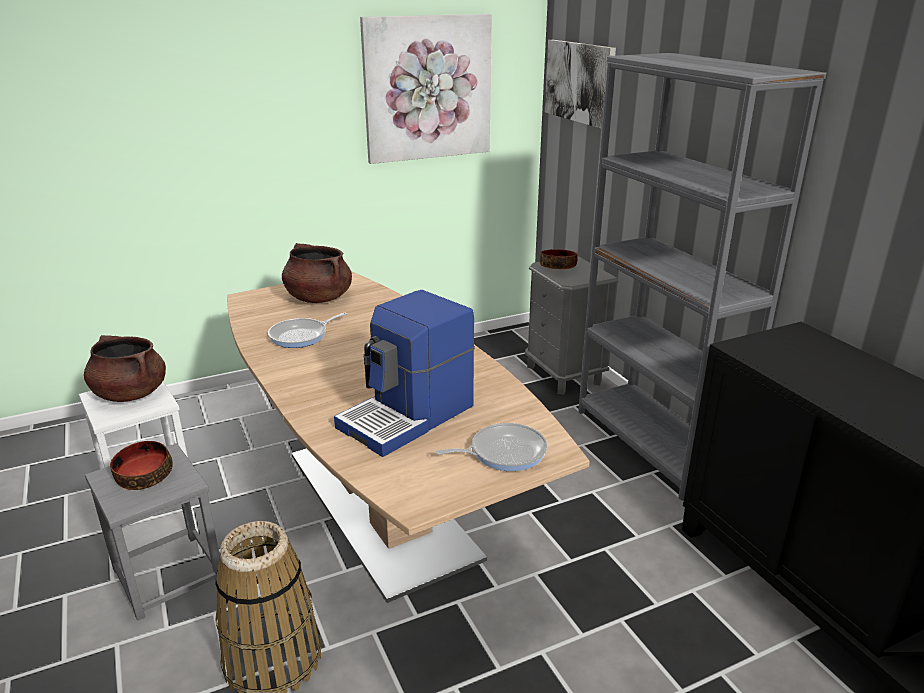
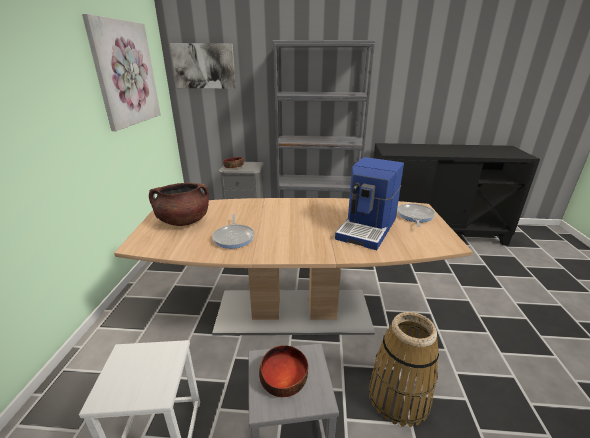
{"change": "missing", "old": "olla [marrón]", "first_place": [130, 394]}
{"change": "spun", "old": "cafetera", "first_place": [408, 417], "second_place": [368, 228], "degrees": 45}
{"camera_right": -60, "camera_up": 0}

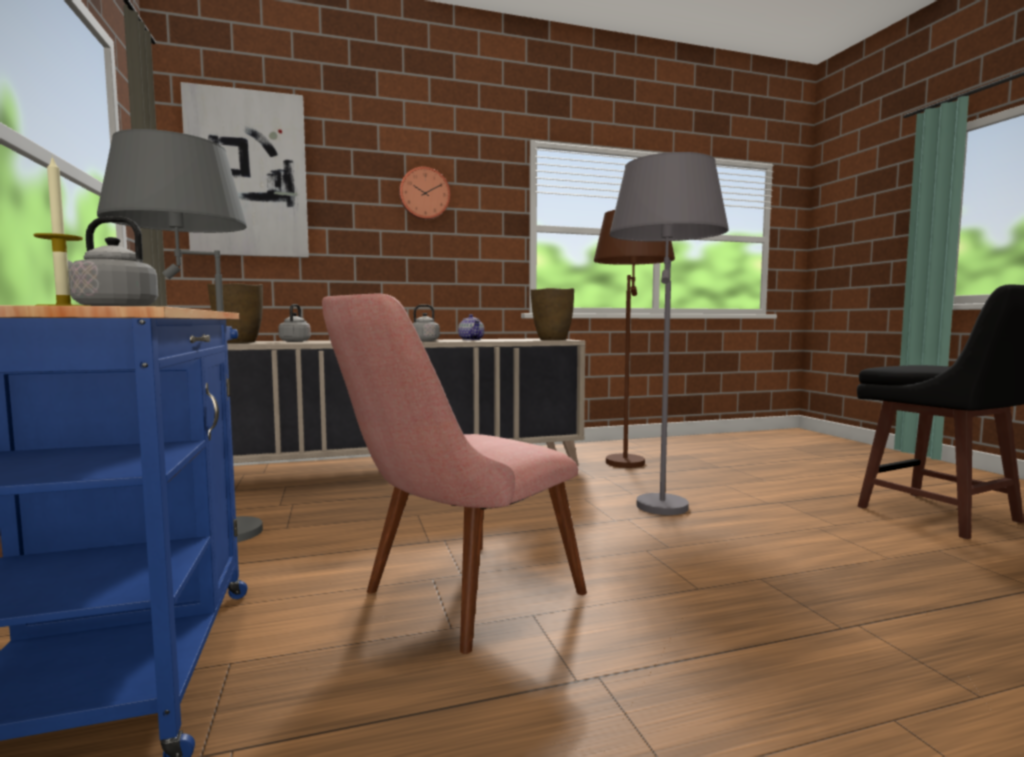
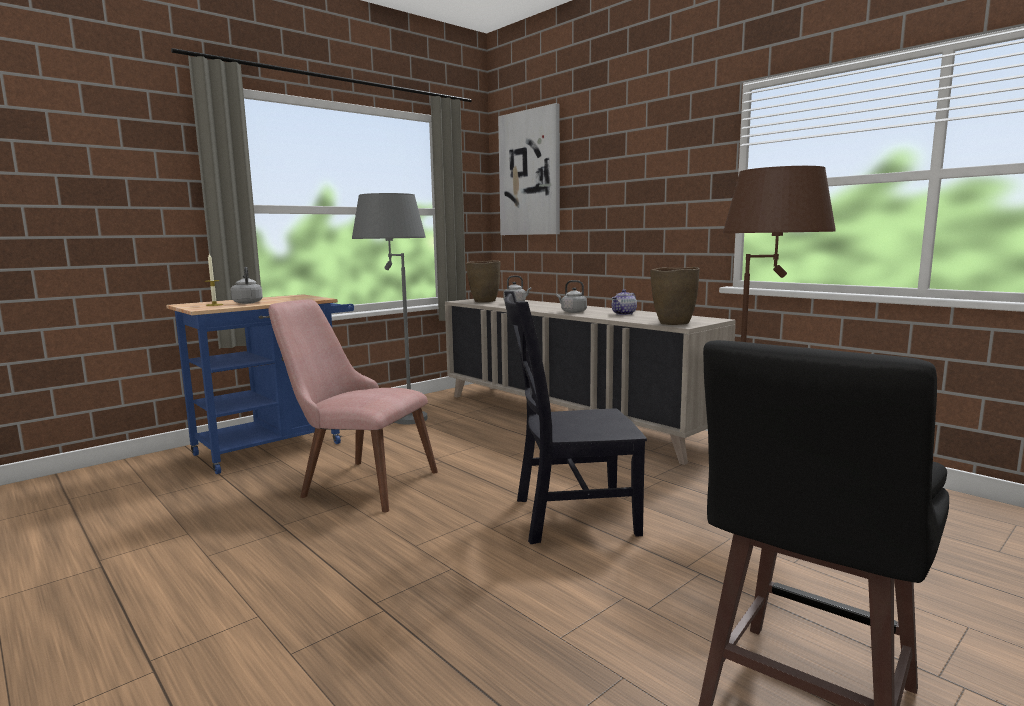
{"change": "missing", "old": "reloj de pared", "first_place": [424, 194]}
{"change": "exchanged", "old": "lámpara de pie [gris]", "new": "silla [negro]", "first_place": [660, 515], "second_place": [569, 516]}
{"camera_right": 65, "camera_up": 5}

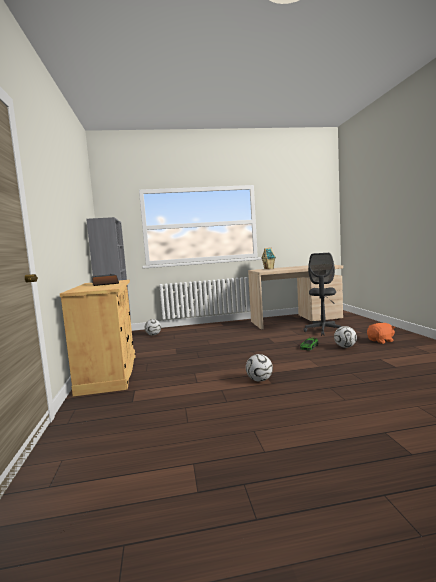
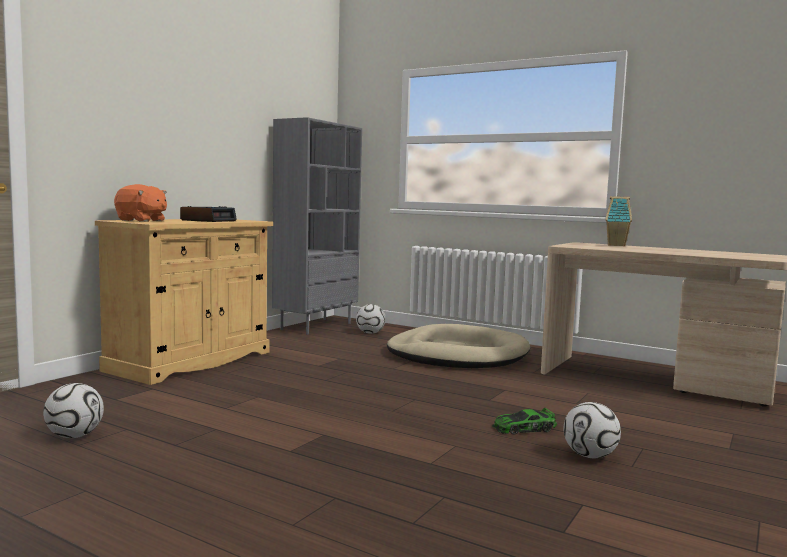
{"change": "missing", "old": "silla de oficina [gris]", "first_place": [323, 331]}
{"change": "appeared", "new": "cama para perro [beis]", "second_place": [457, 354]}
{"change": "relocated", "old": "balón de fútbol", "first_place": [259, 380], "second_place": [74, 436]}
{"change": "relocated", "old": "peluche [naranja]", "first_place": [381, 341], "second_place": [141, 220]}
{"camera_right": 40, "camera_up": 0}

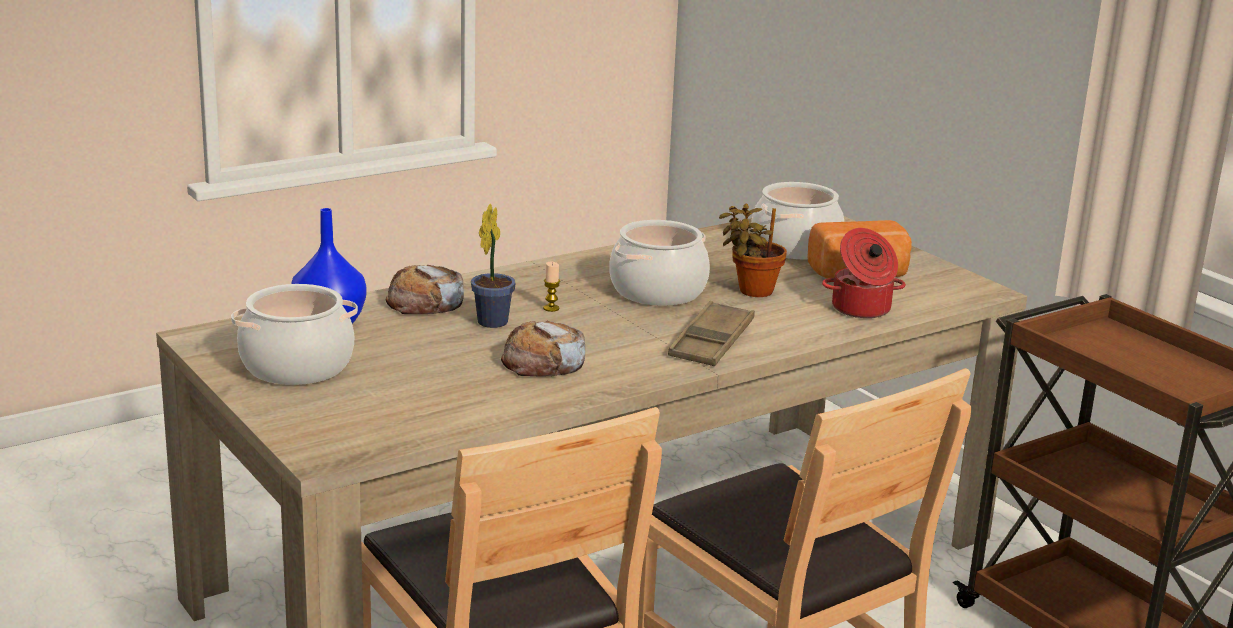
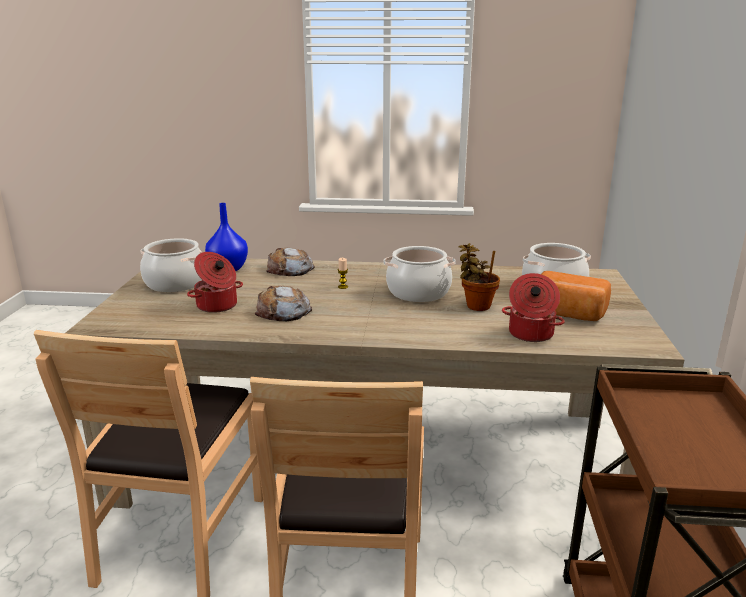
{"change": "missing", "old": "planta en maceta", "first_place": [494, 320]}
{"change": "missing", "old": "bandeja [marrón]", "first_place": [711, 342]}
{"change": "appeared", "new": "olla", "second_place": [217, 306]}
{"camera_right": 40, "camera_up": 0}

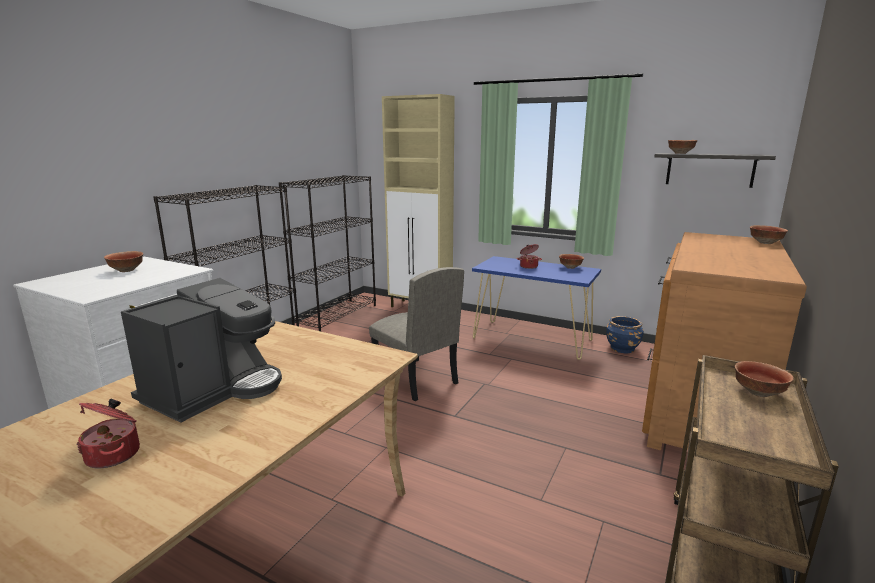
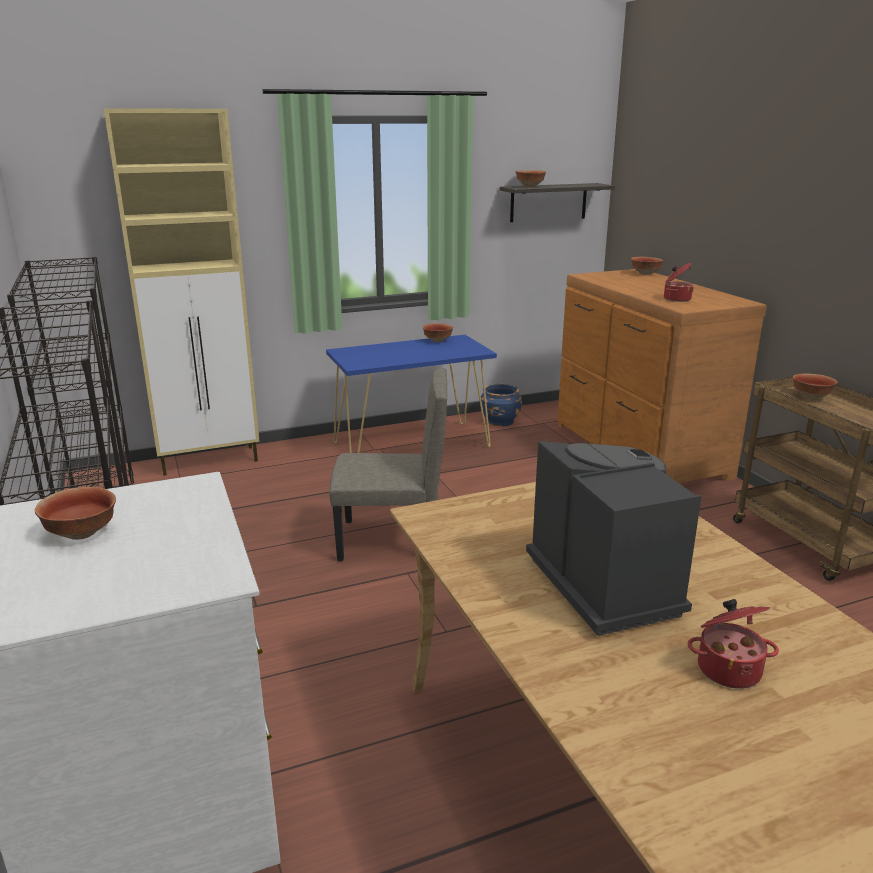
{"change": "relocated", "old": "olla", "first_place": [528, 266], "second_place": [676, 299]}
{"camera_right": -50, "camera_up": 5}

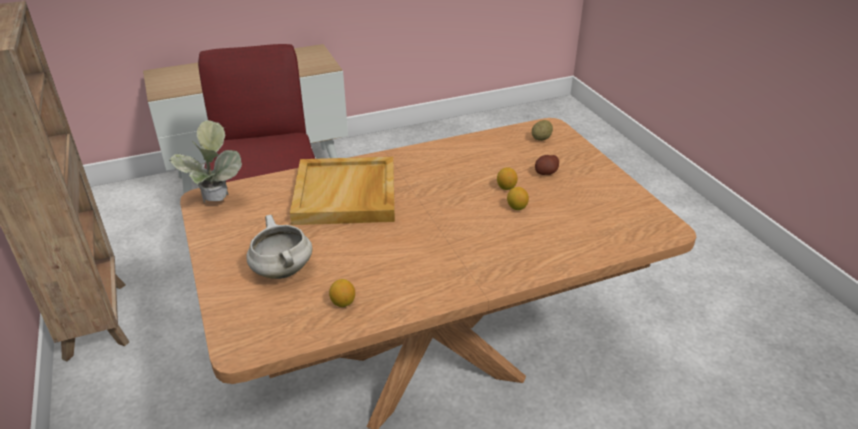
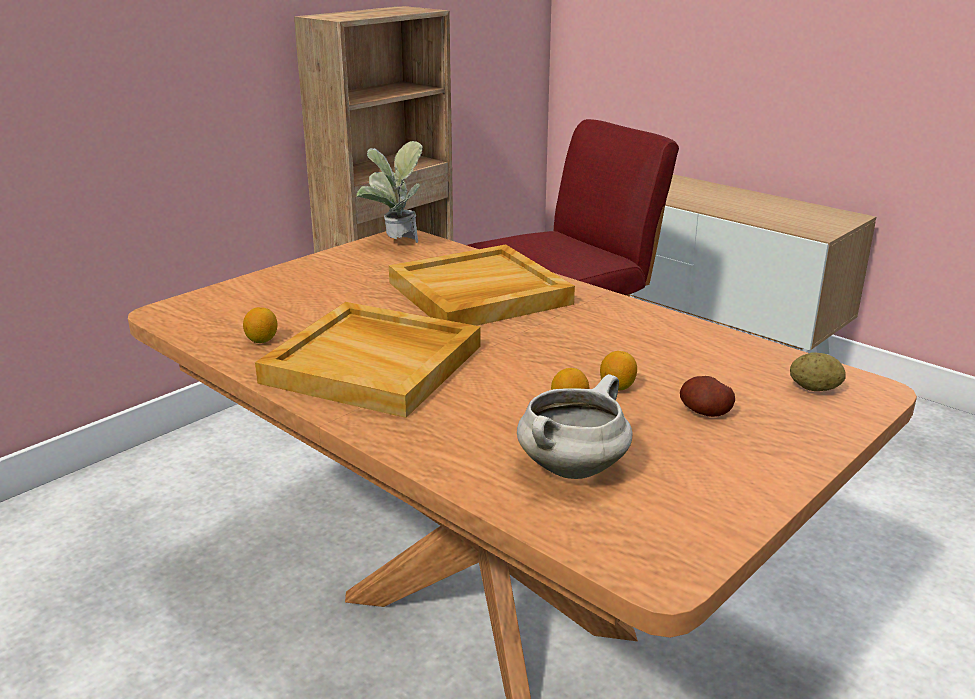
{"change": "appeared", "new": "bandeja [beis]", "second_place": [375, 363]}
{"change": "relocated", "old": "olla [blanco]", "first_place": [281, 270], "second_place": [572, 467]}
{"camera_right": 65, "camera_up": -10}

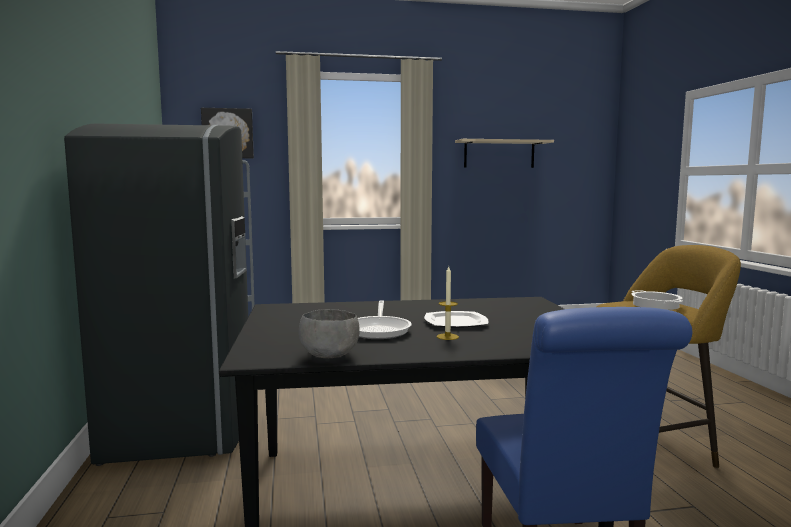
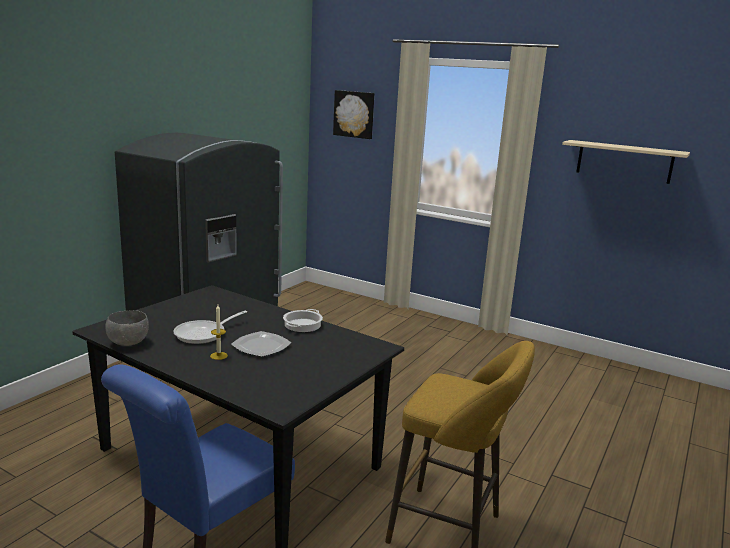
{"change": "relocated", "old": "olla", "first_place": [656, 305], "second_place": [303, 325]}
{"camera_right": 40, "camera_up": 10}

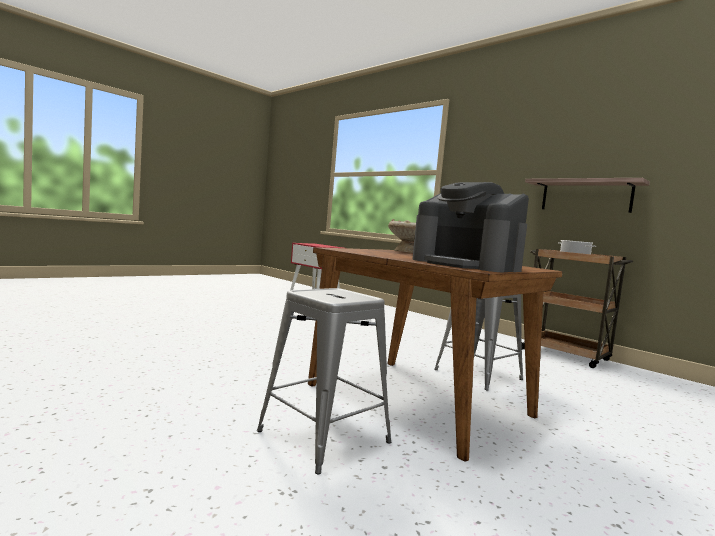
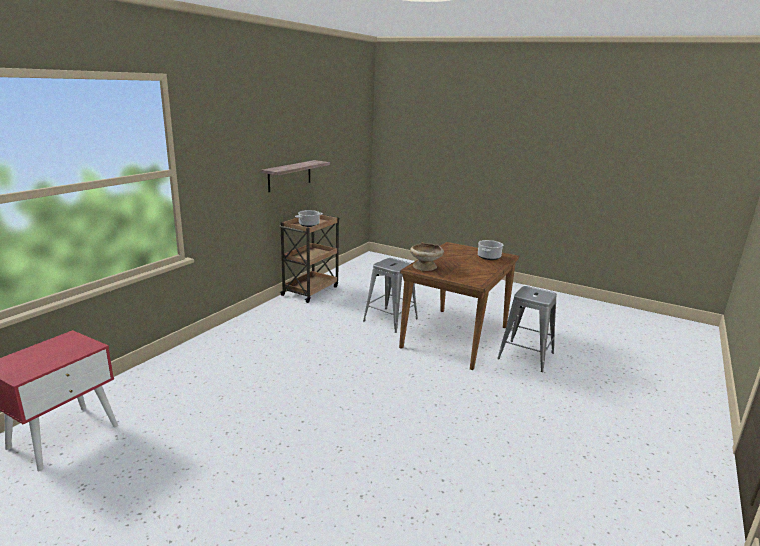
{"change": "exchanged", "old": "cafetera", "new": "olla", "first_place": [466, 265], "second_place": [489, 257]}
{"camera_right": -105, "camera_up": 15}

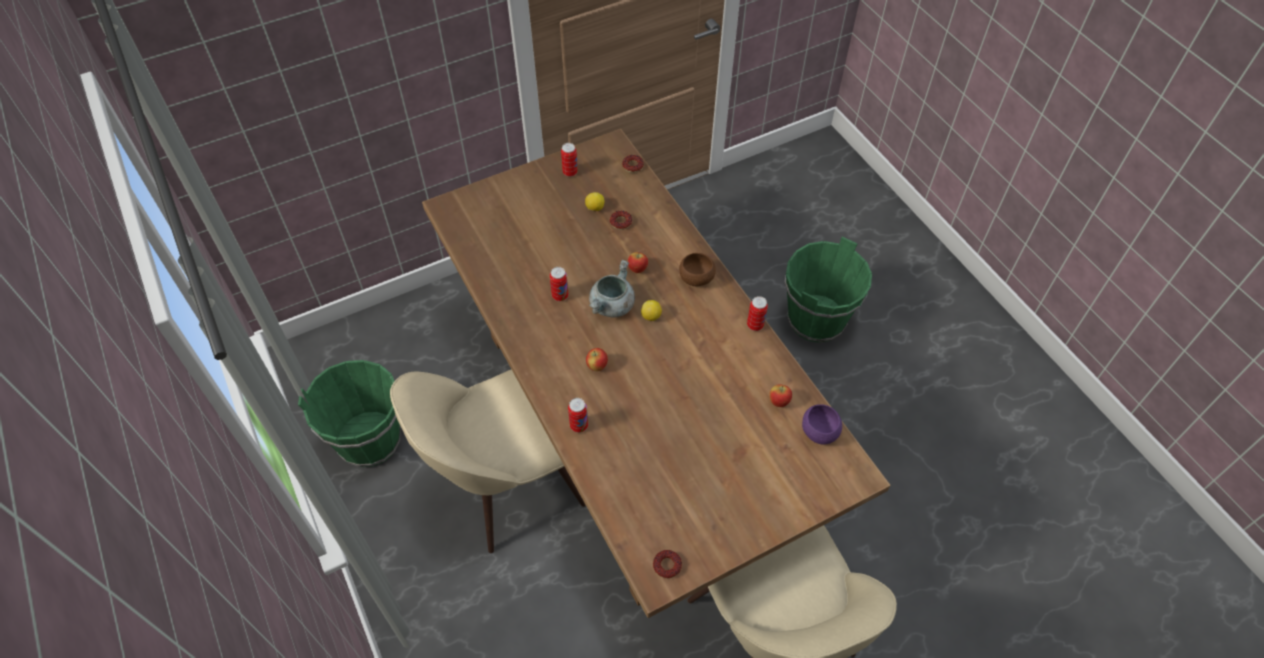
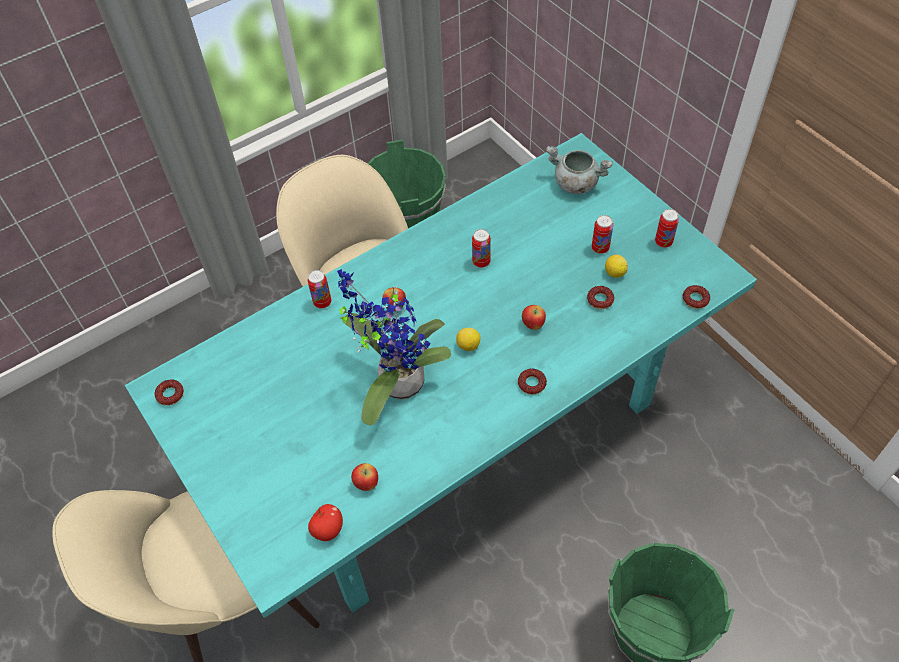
{"change": "appeared", "new": "planta en maceta", "second_place": [396, 381]}
{"change": "relocated", "old": "olla [gris]", "first_place": [612, 306], "second_place": [575, 184]}
{"change": "relocated", "old": "lata", "first_place": [755, 325], "second_place": [600, 248]}
{"change": "exchanged", "old": "cuenco [marrón]", "new": "rosquilla", "first_place": [696, 279], "second_place": [532, 383]}
{"change": "exchanged", "old": "cuenco [morado]", "new": "manzana", "first_place": [819, 432], "second_place": [328, 529]}
{"change": "colour", "old": "mesa de comedor [marrón]", "new": "mesa de comedor [turquesa]", "first_place": [633, 427], "second_place": [454, 438]}
{"camera_right": 85, "camera_up": 0}

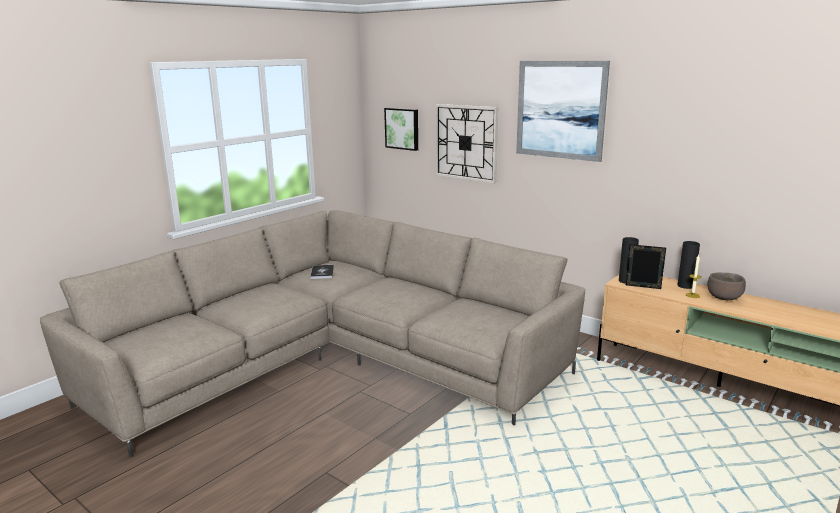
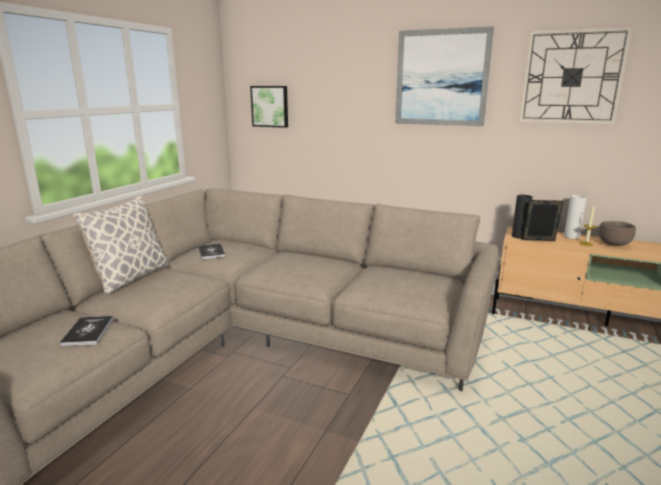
{"change": "appeared", "new": "libro", "second_place": [88, 332]}
{"change": "appeared", "new": "cojín", "second_place": [130, 278]}
{"change": "relocated", "old": "reloj de pared", "first_place": [466, 142], "second_place": [572, 77]}
{"change": "colour", "old": "florero [negro]", "new": "florero [blanco]", "first_place": [685, 286], "second_place": [571, 236]}
{"camera_right": -15, "camera_up": 0}

